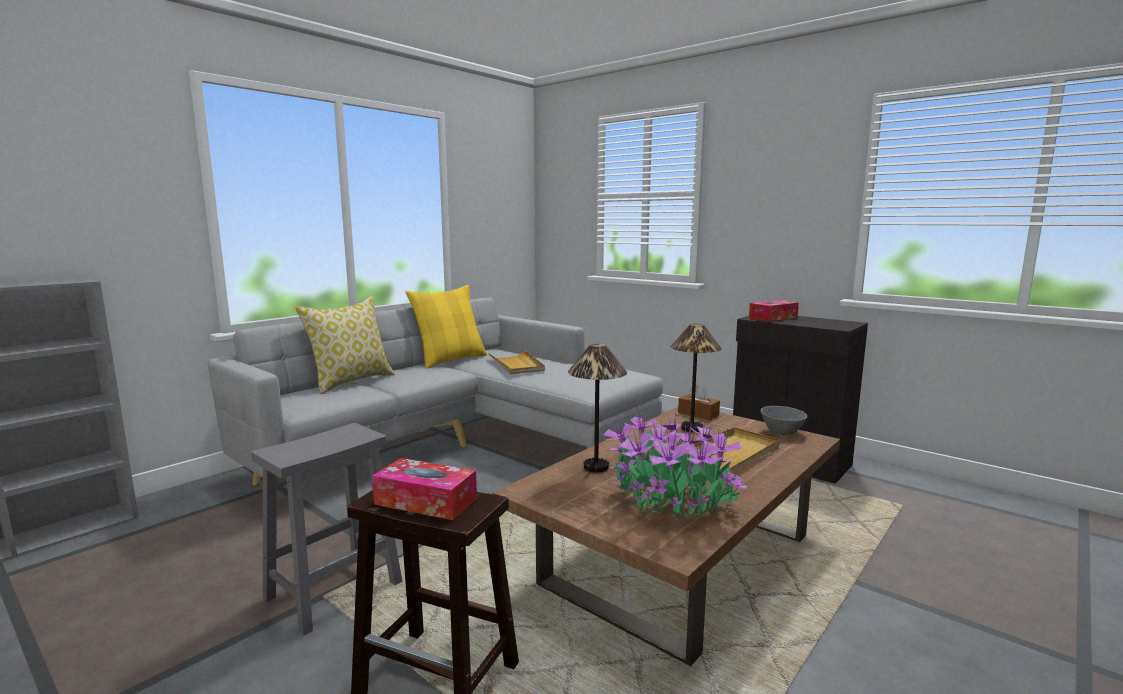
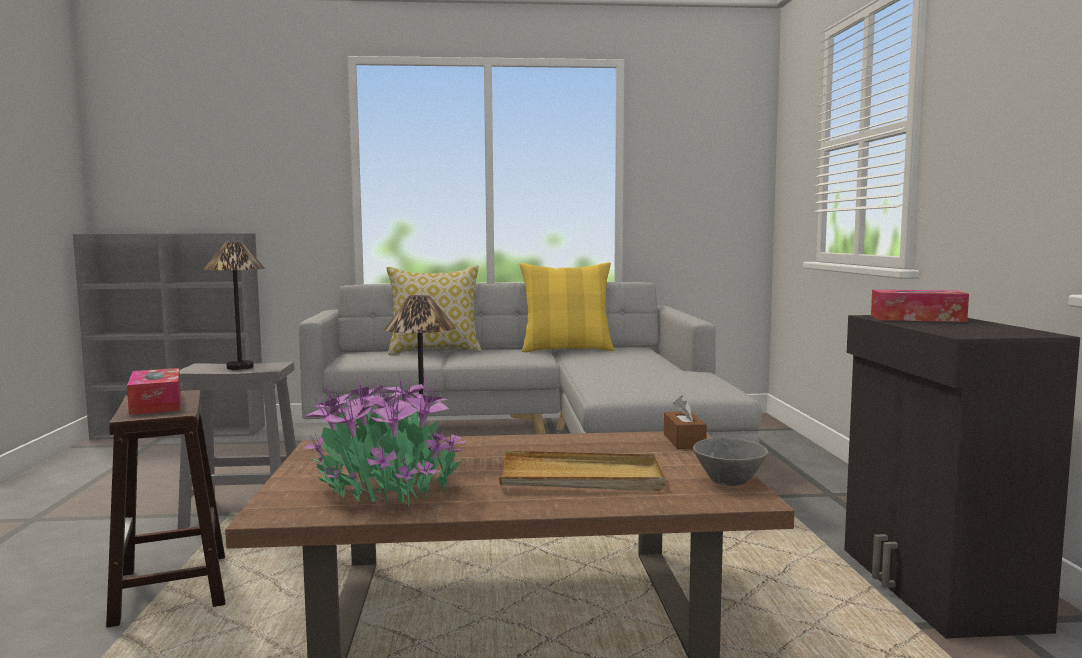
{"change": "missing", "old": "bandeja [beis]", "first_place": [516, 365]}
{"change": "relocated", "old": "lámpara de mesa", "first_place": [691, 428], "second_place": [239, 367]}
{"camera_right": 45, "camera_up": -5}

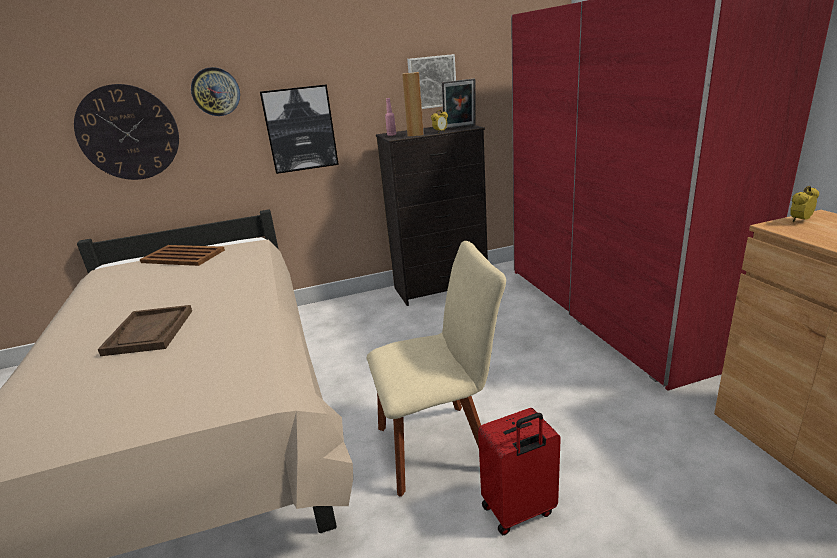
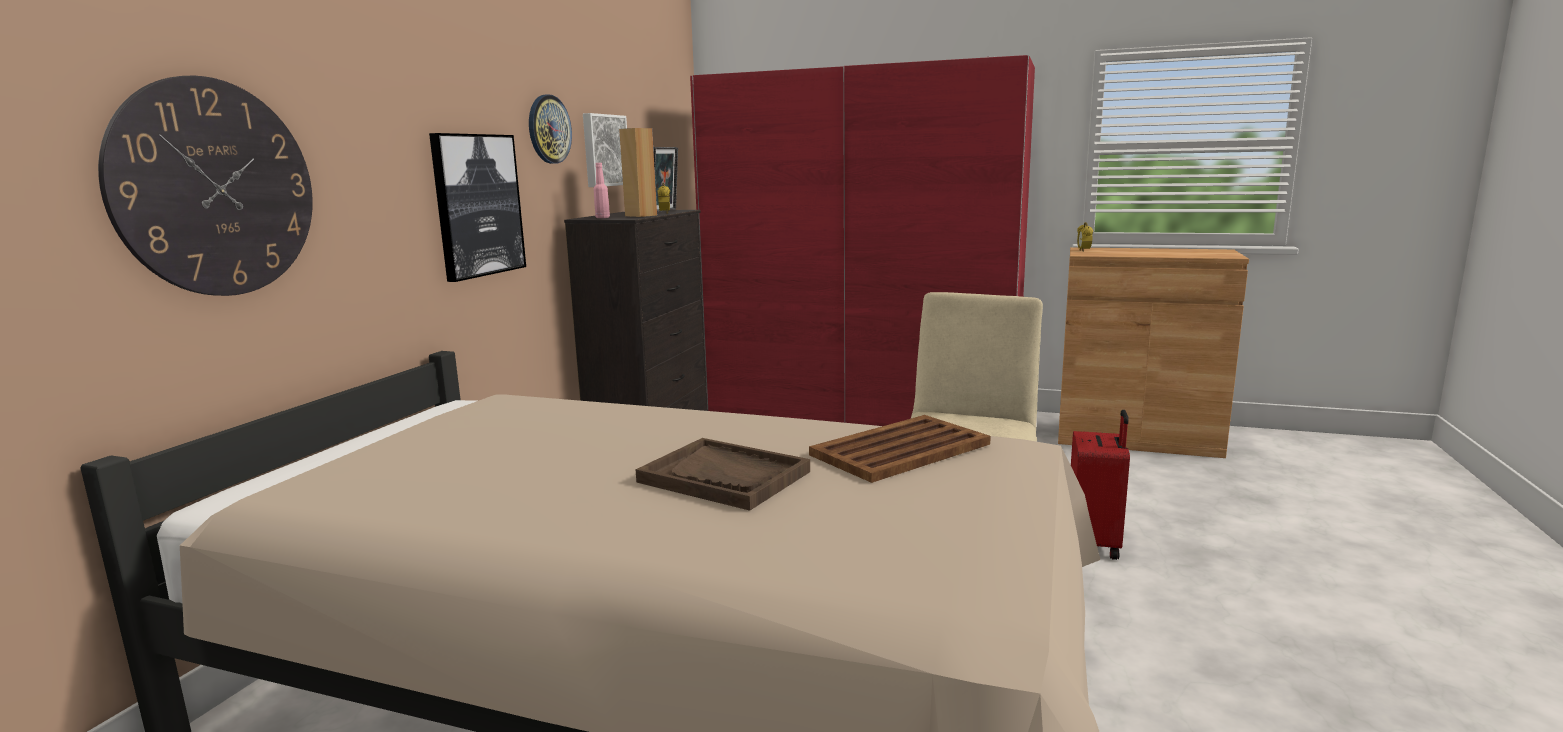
{"change": "relocated", "old": "bandeja [marrón]", "first_place": [182, 256], "second_place": [898, 450]}
{"change": "relocated", "old": "reloj de pared", "first_place": [216, 92], "second_place": [548, 129]}
{"camera_right": -55, "camera_up": -10}

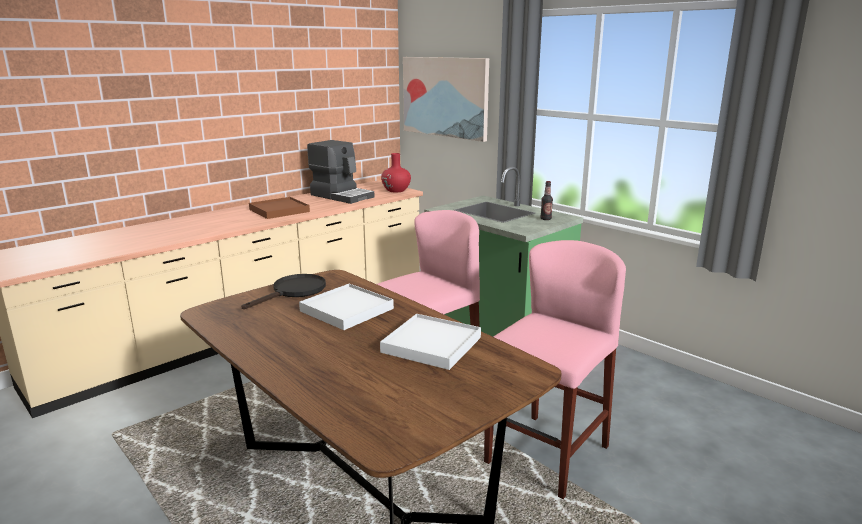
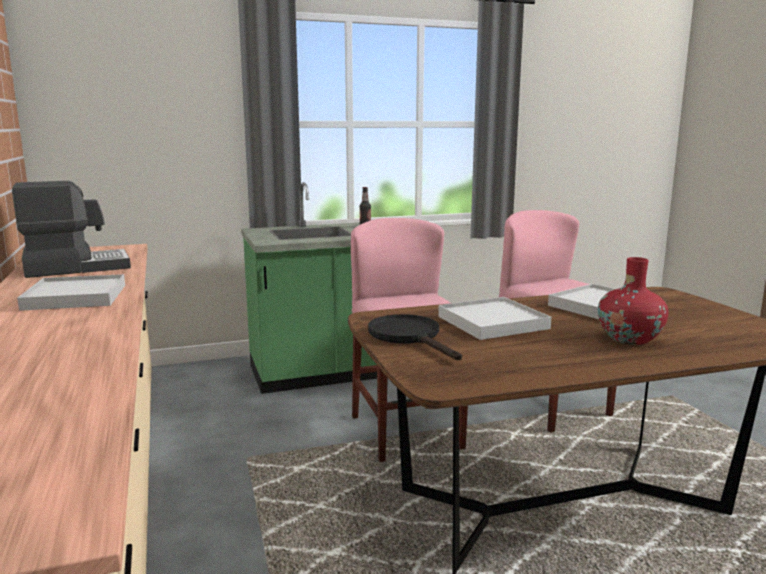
{"change": "missing", "old": "cuadro", "first_place": [445, 97]}
{"change": "relocated", "old": "florero [rojo]", "first_place": [396, 190], "second_place": [629, 339]}
{"change": "colour", "old": "bandeja [marrón]", "new": "bandeja [blanco]", "first_place": [279, 210], "second_place": [75, 297]}
{"camera_right": -65, "camera_up": -5}

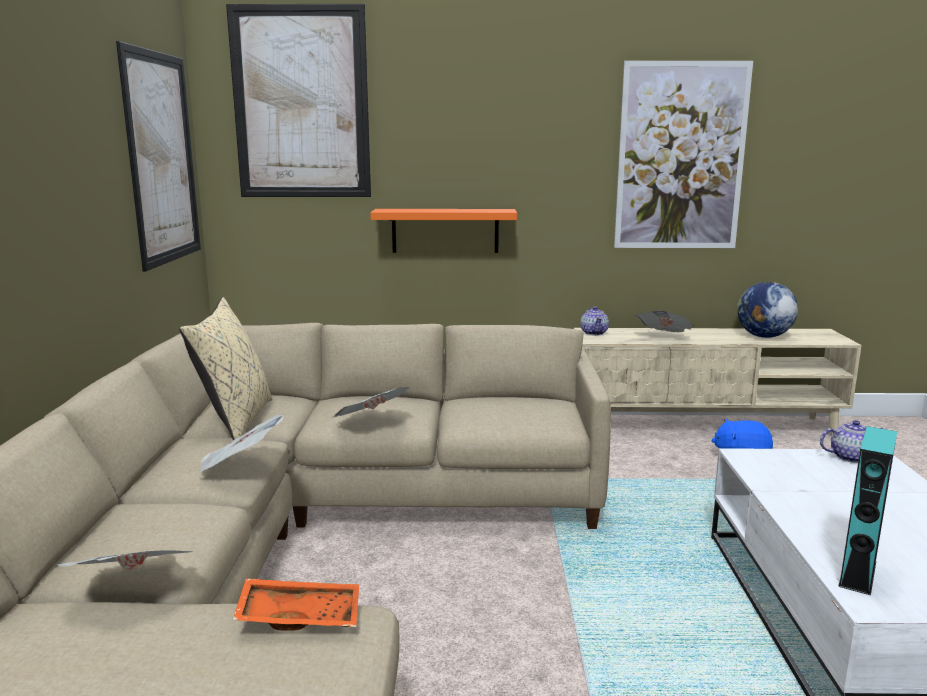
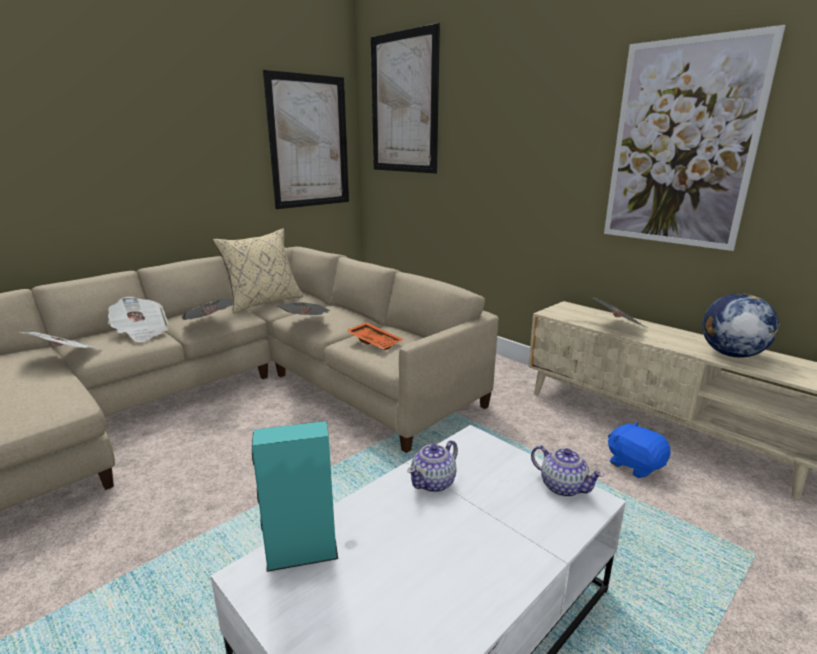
{"change": "missing", "old": "estante [naranja]", "first_place": [445, 230]}
{"change": "appeared", "new": "periódico", "second_place": [141, 333]}
{"change": "relocated", "old": "bandeja [naranja]", "first_place": [300, 615], "second_place": [375, 342]}
{"change": "relocated", "old": "tetera", "first_place": [594, 333], "second_place": [434, 482]}
{"camera_right": 45, "camera_up": 5}

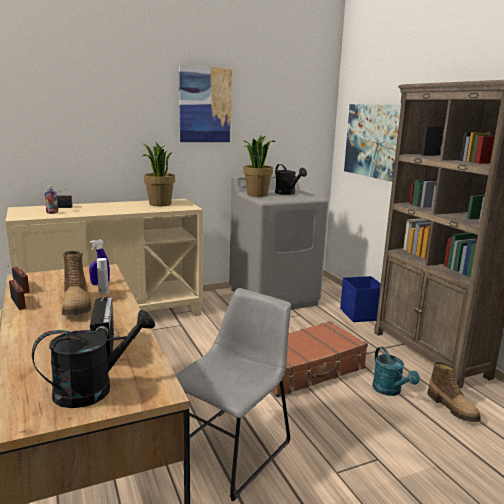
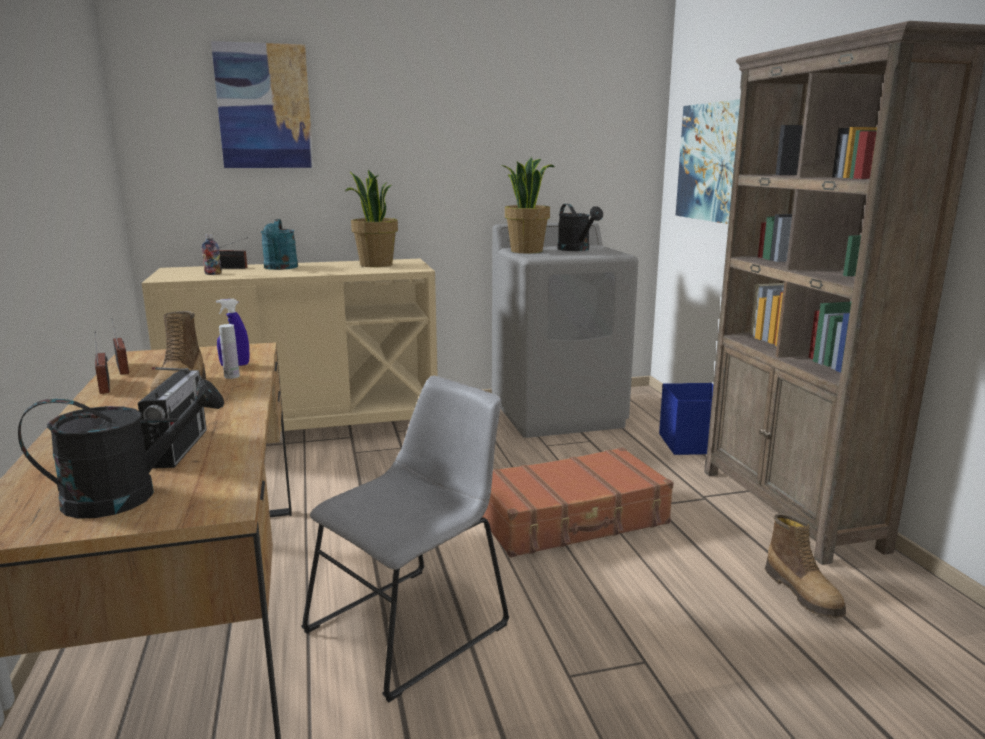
{"change": "relocated", "old": "cuadro", "first_place": [205, 105], "second_place": [264, 107]}
{"change": "relocated", "old": "regadera [turquesa]", "first_place": [390, 391], "second_place": [280, 268]}
{"camera_right": 10, "camera_up": 0}

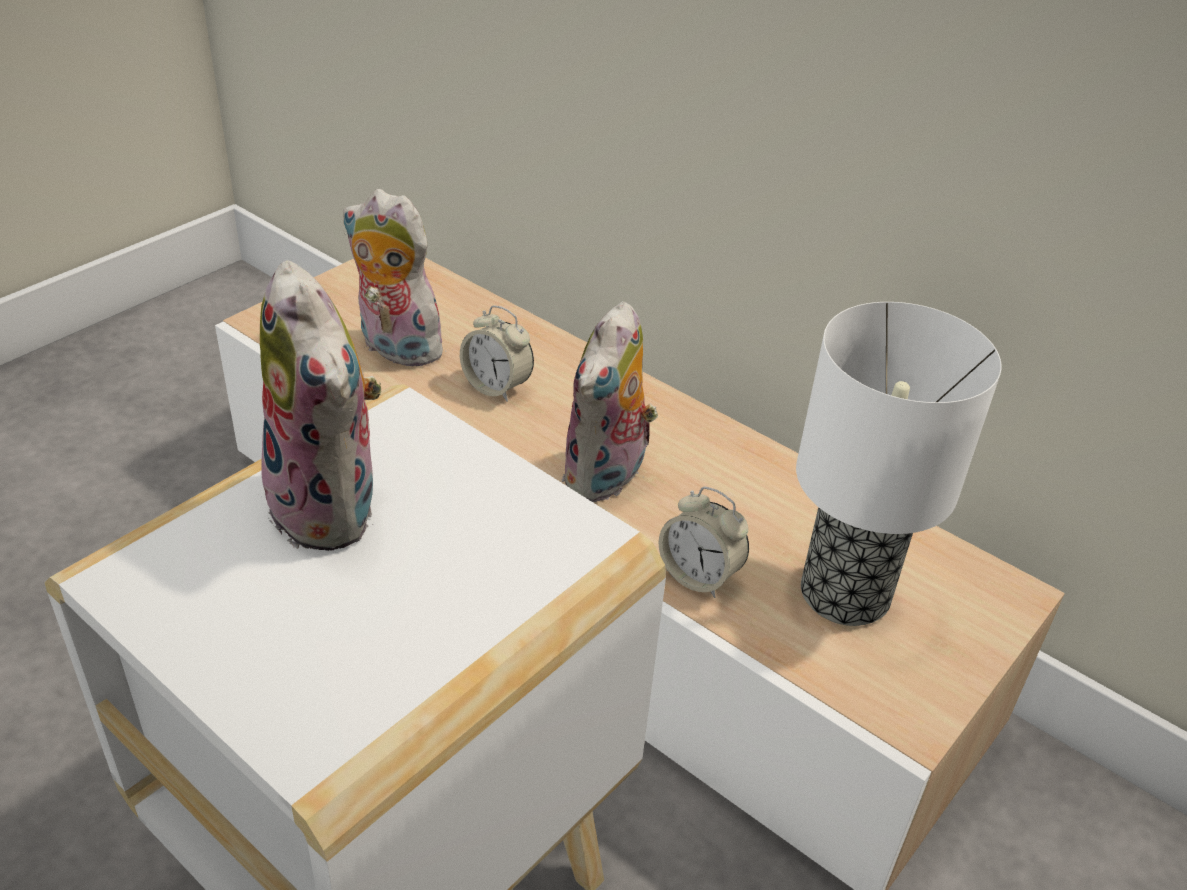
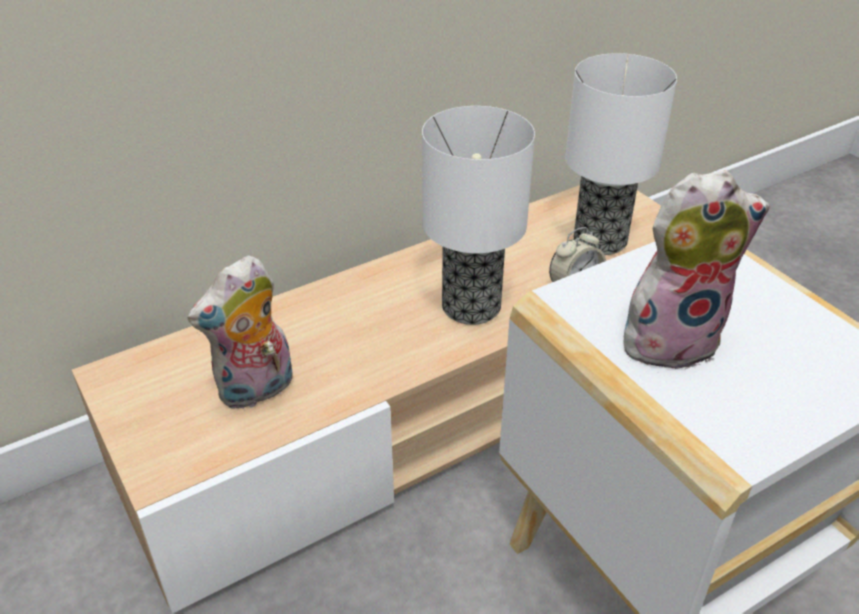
{"change": "missing", "old": "despertador", "first_place": [496, 387]}
{"change": "exchanged", "old": "peluche", "new": "lámpara de mesa", "first_place": [607, 477], "second_place": [469, 307]}
{"camera_right": -70, "camera_up": 0}

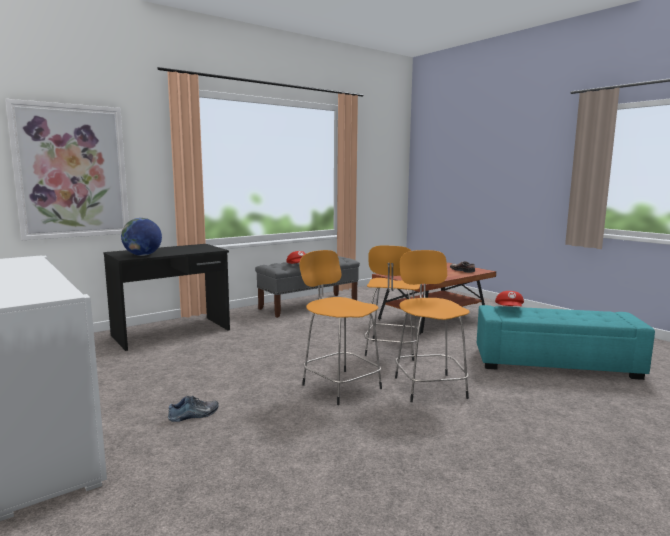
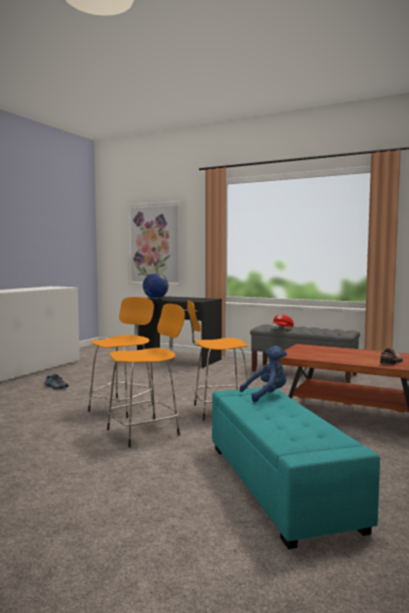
{"change": "exchanged", "old": "gorra [rojo]", "new": "peluche [azul]", "first_place": [509, 309], "second_place": [267, 395]}
{"camera_right": 65, "camera_up": -5}

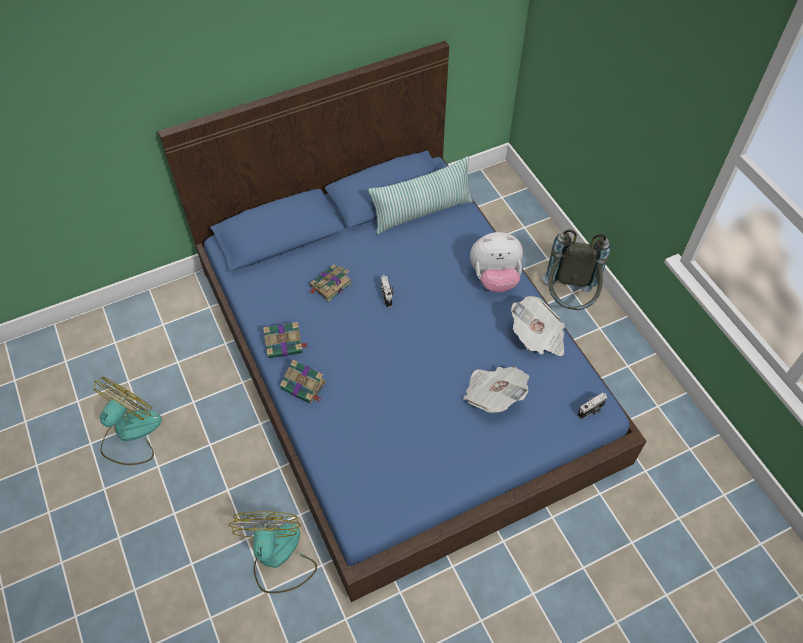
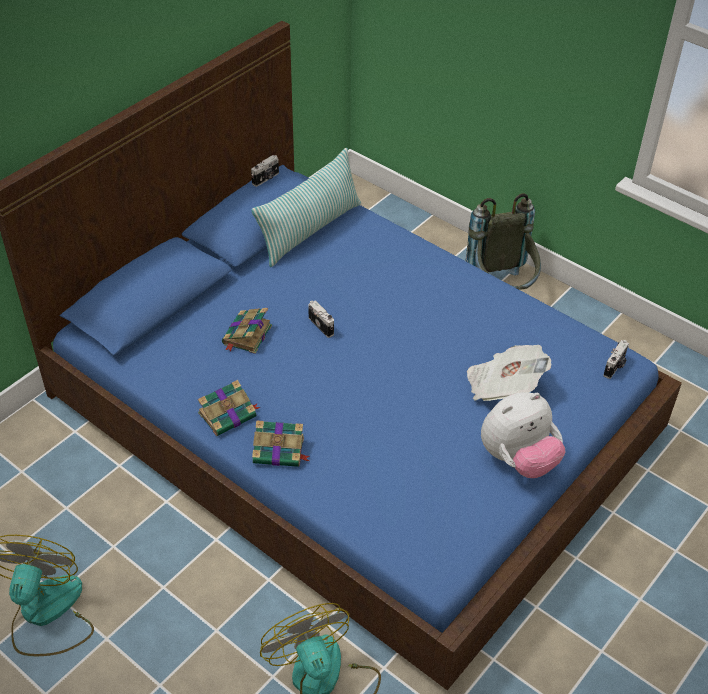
{"change": "missing", "old": "periódico", "first_place": [537, 337]}
{"change": "appeared", "new": "cámara", "second_place": [266, 179]}
{"change": "relocated", "old": "peluche", "first_place": [494, 278], "second_place": [518, 459]}
{"camera_right": -25, "camera_up": -10}

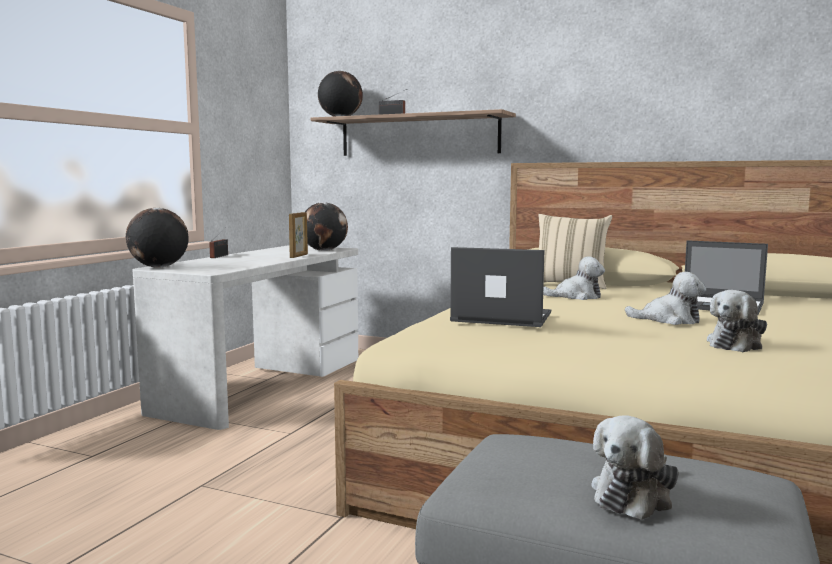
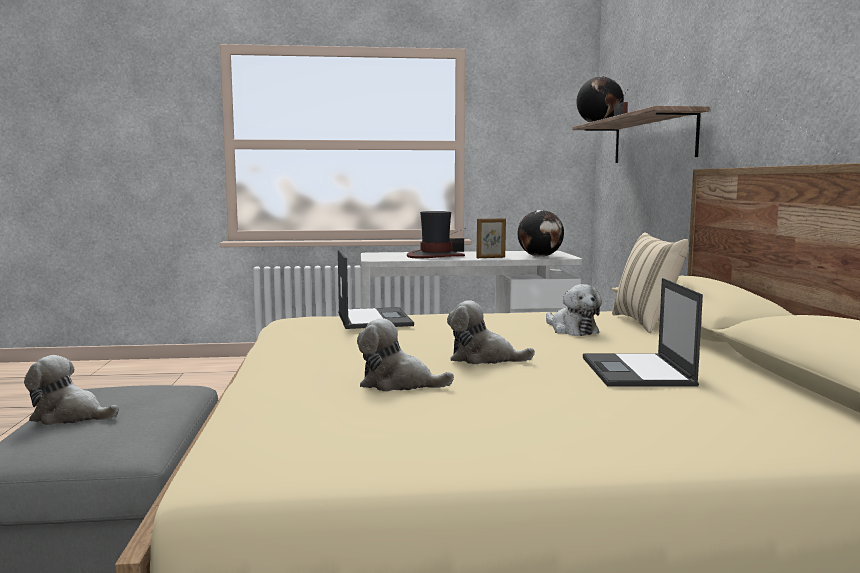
{"change": "missing", "old": "globo terráqueo", "first_place": [158, 267]}
{"change": "appeared", "new": "sombrero", "second_place": [435, 256]}
{"change": "spun", "old": "peluche", "first_place": [669, 320], "second_place": [483, 359], "degrees": 120}
{"camera_right": 60, "camera_up": 0}

